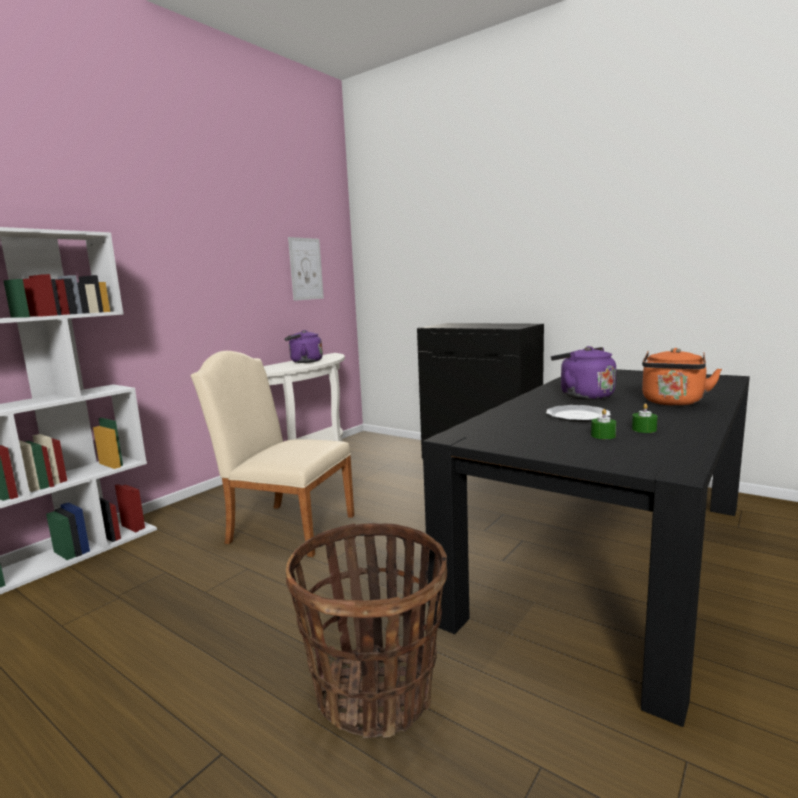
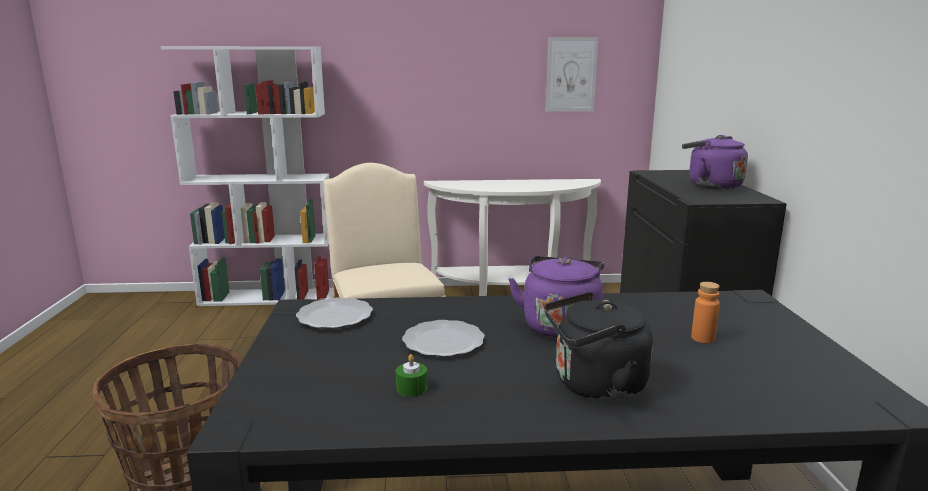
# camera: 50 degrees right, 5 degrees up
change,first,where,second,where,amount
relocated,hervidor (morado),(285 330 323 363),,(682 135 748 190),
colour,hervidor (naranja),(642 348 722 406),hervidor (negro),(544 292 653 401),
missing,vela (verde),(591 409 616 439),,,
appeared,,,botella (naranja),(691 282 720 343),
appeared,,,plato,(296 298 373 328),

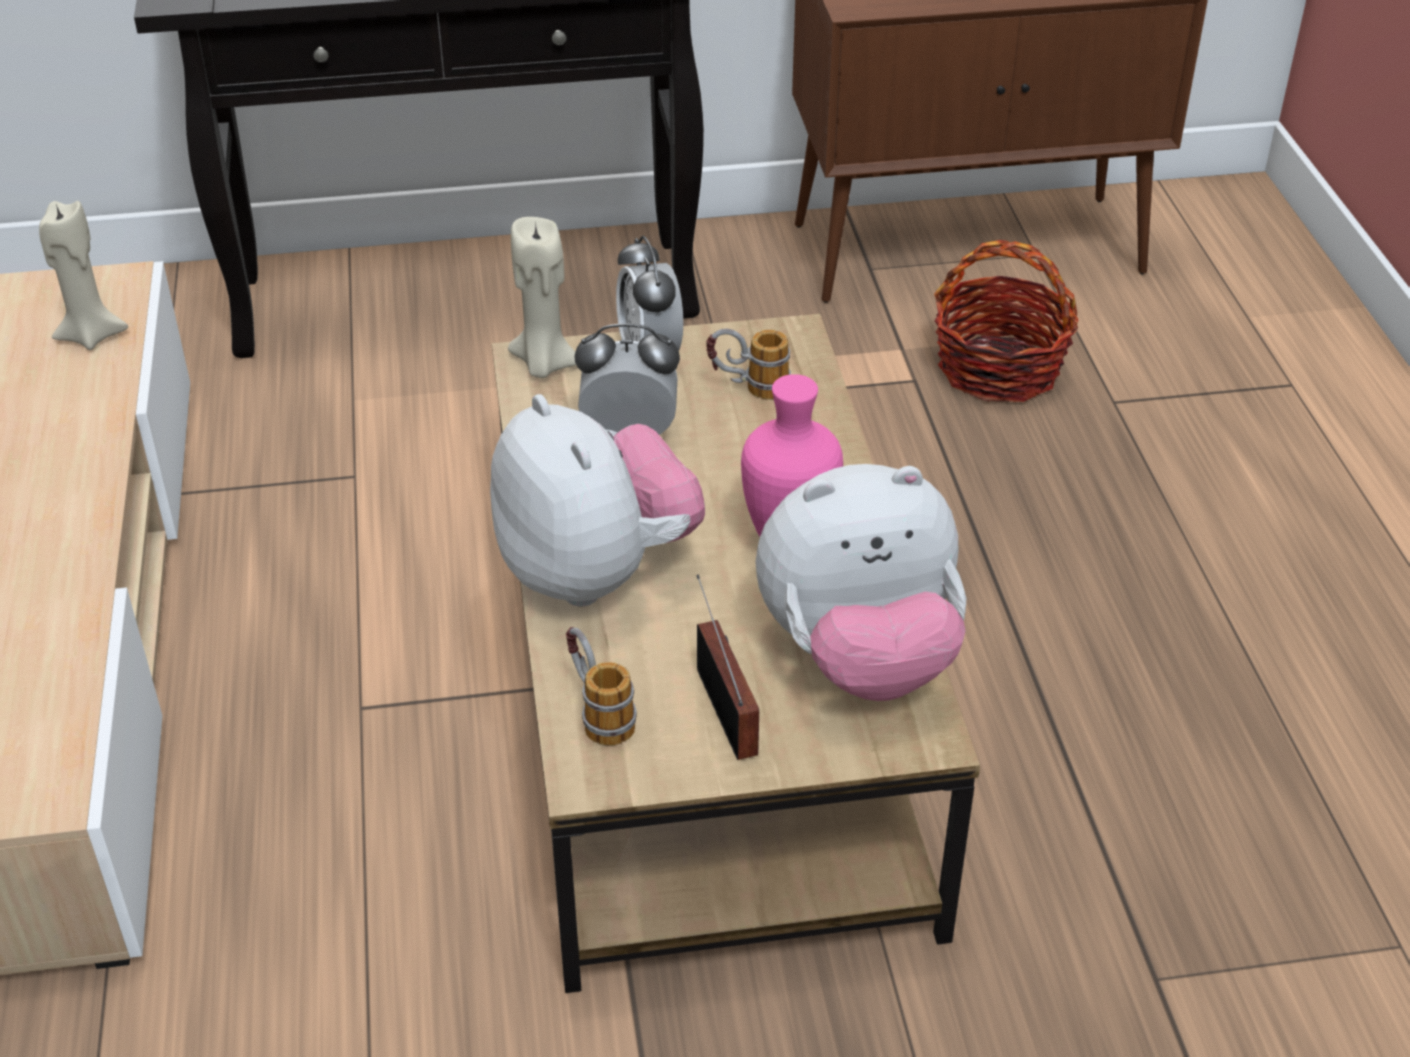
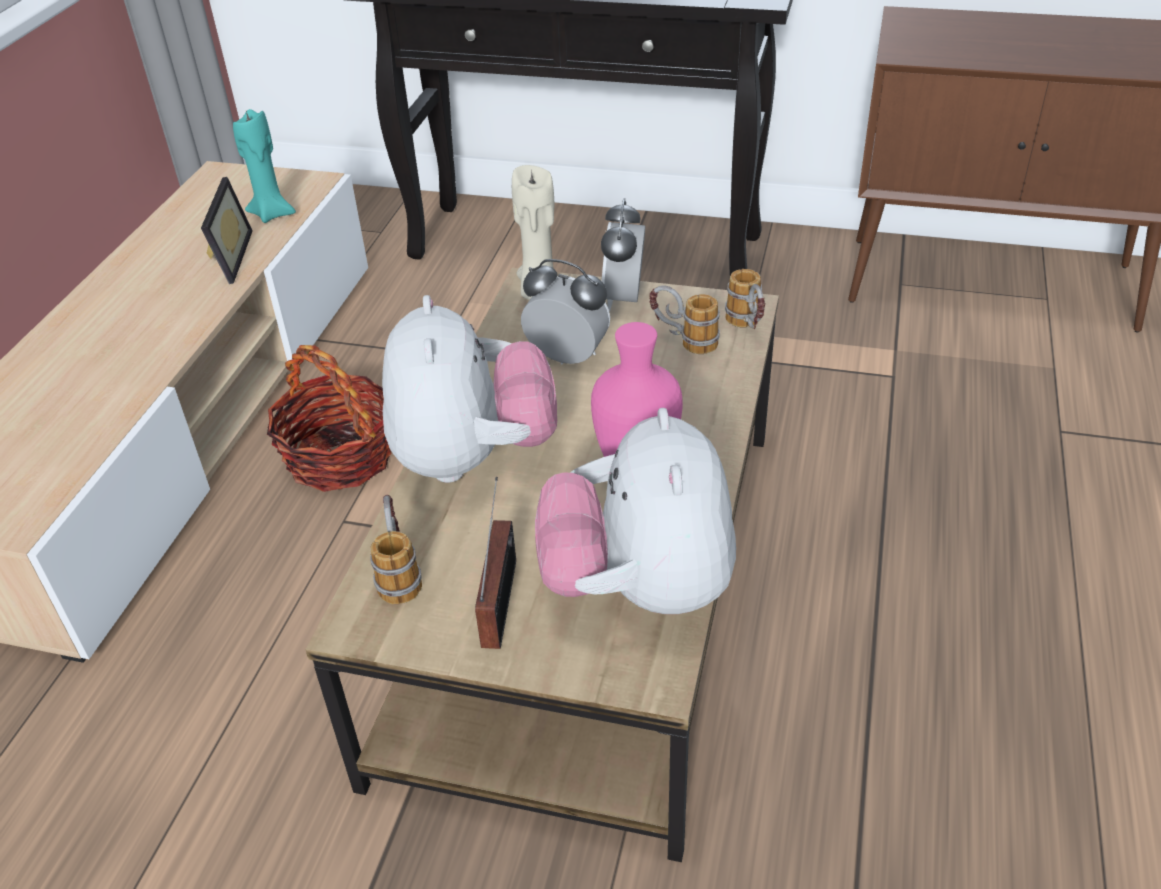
# camera: 25 degrees right, 0 degrees up
change,first,where,second,where,amount
colour,vela (beis),(39 201 128 350),vela (turquesa),(233 109 296 223),
relocated,cesta,(934 240 1078 402),,(267 345 392 492),
spun,peluche,(756 464 966 701),,(535 408 736 614),75 degrees clockwise
appeared,,,portarretratos,(201 177 253 284),
appeared,,,taza grande,(725 269 765 329),

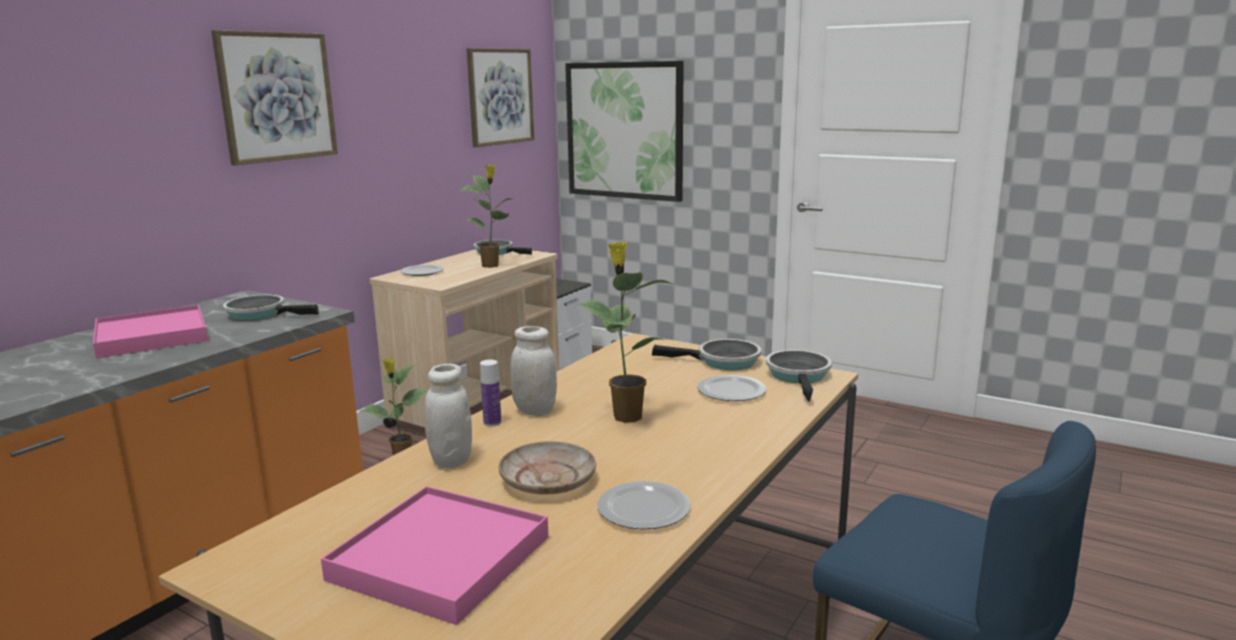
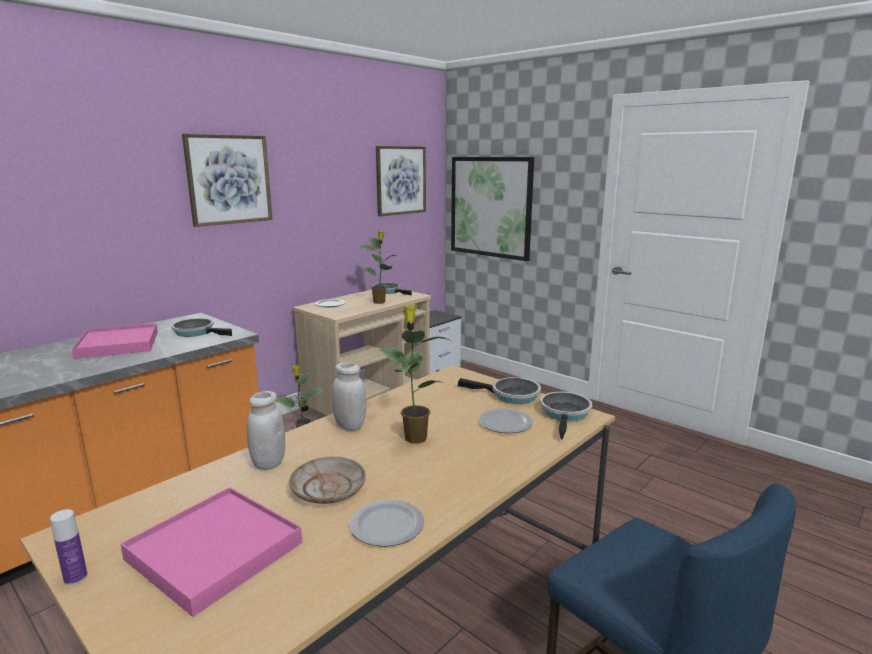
# camera: 10 degrees right, 0 degrees up
change,first,where,second,where,amount
relocated,botella,(480 360 501 427),,(50 509 88 586),

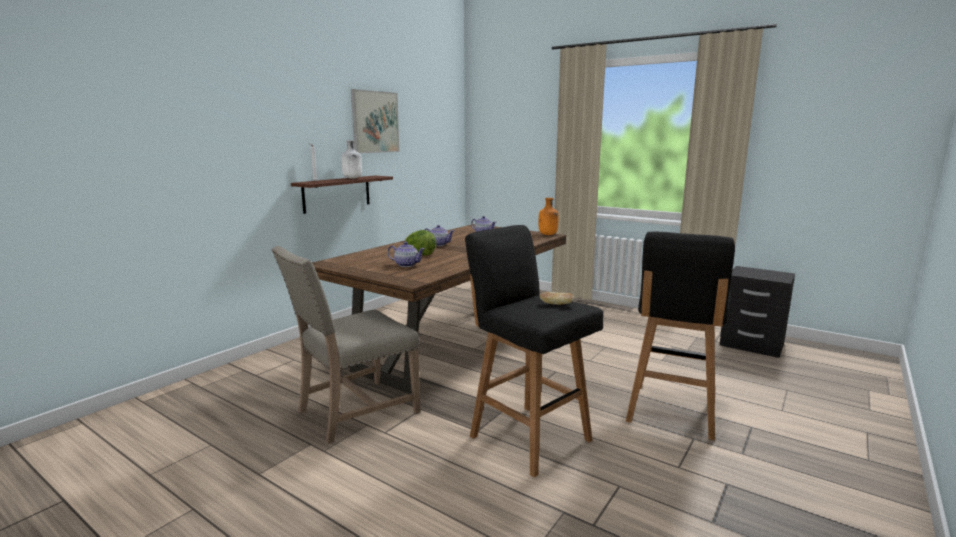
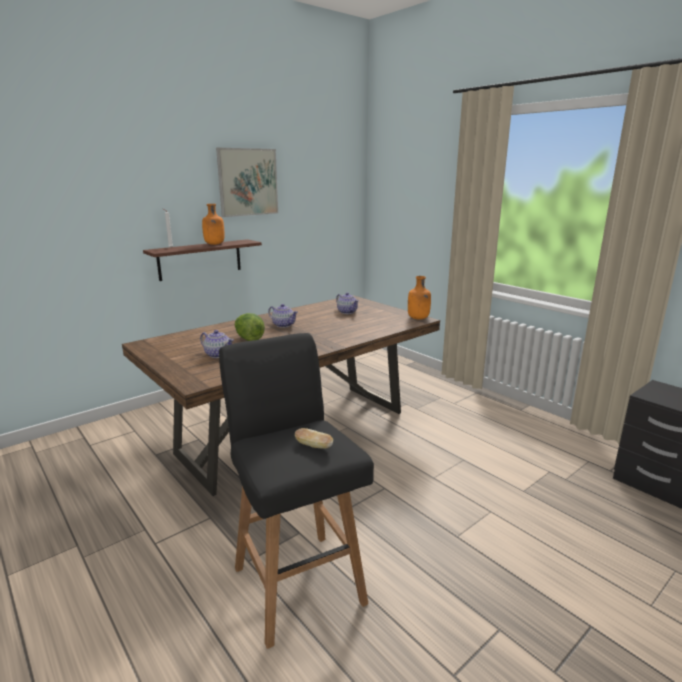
# camera: 15 degrees right, 5 degrees up
change,first,where,second,where,amount
colour,botella (blanco),(341 140 362 179),botella (naranja),(202 204 225 245),
missing,taburete (negro),(626 232 735 440),,,
missing,silla (beis),(271 246 421 444),,,

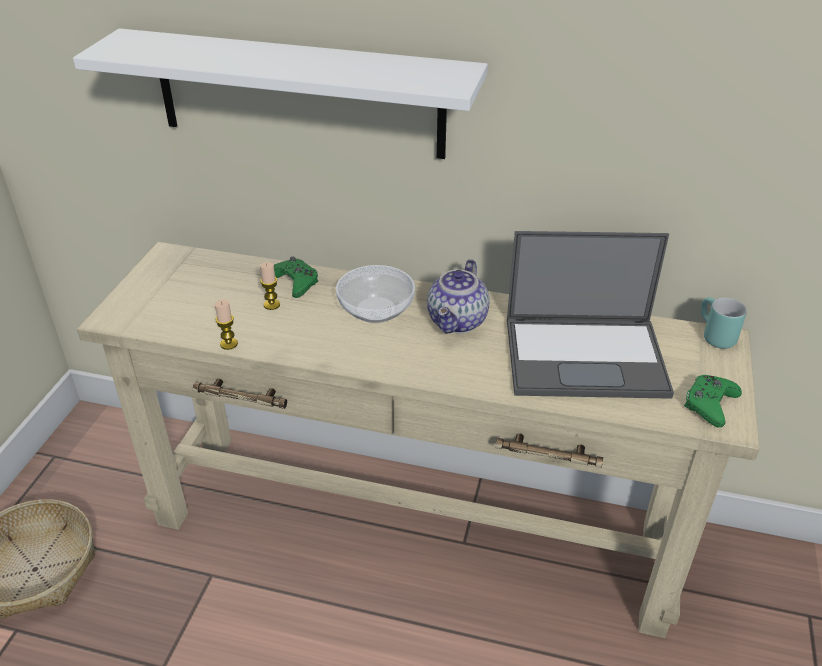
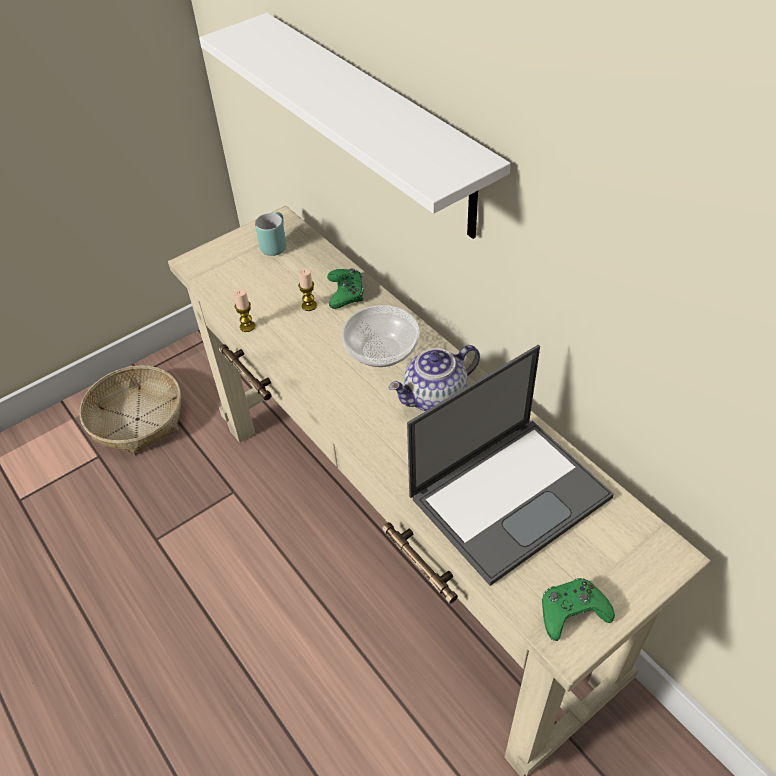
# camera: 40 degrees right, 10 degrees up
change,first,where,second,where,amount
spun,portátil,(507 231 674 399),,(407 345 614 586),75 degrees counterclockwise
relocated,taza grande (turquesa),(701 297 747 349),,(255 212 286 256),

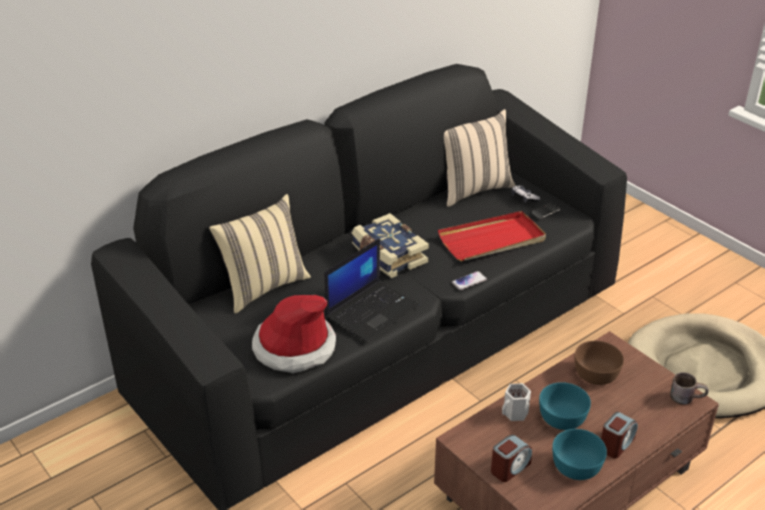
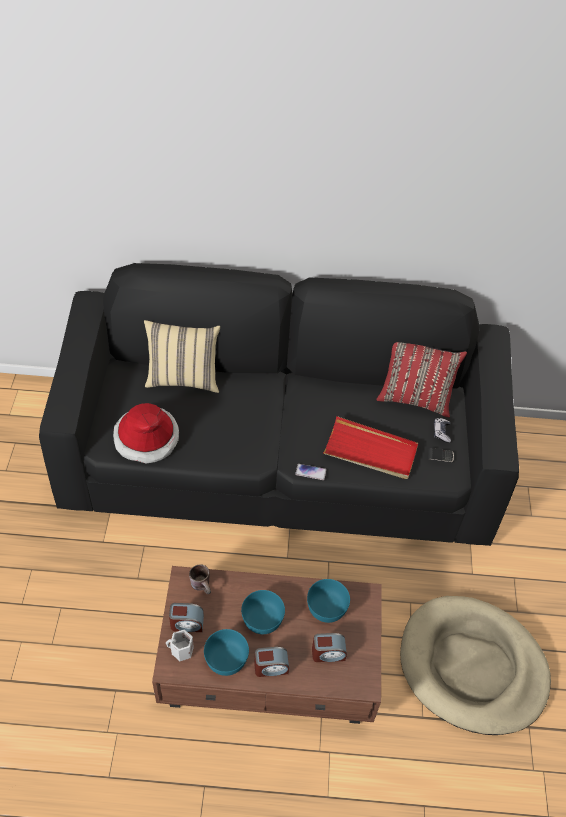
# camera: 40 degrees right, 15 degrees up
change,first,where,second,where,amount
colour,cojín (beis),(444 109 515 207),cojín (rojo),(376 342 467 417),
missing,libro,(352 213 429 278),,,
missing,portátil,(325 238 420 342),,,
colour,cuenco (marrón),(575 341 624 385),cuenco (turquesa),(307 579 350 623),
relocated,taza grande (marrón),(670 372 709 405),,(189 564 211 594),
relocated,taza grande (blanco),(502 383 531 421),,(166 630 194 661),
appeared,,,despertador,(312 633 347 662),

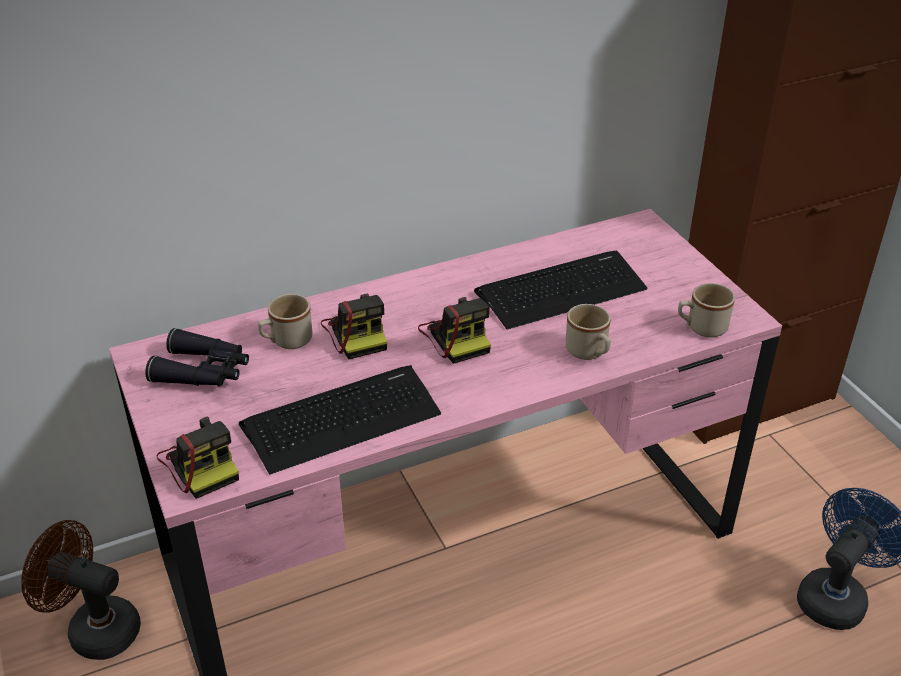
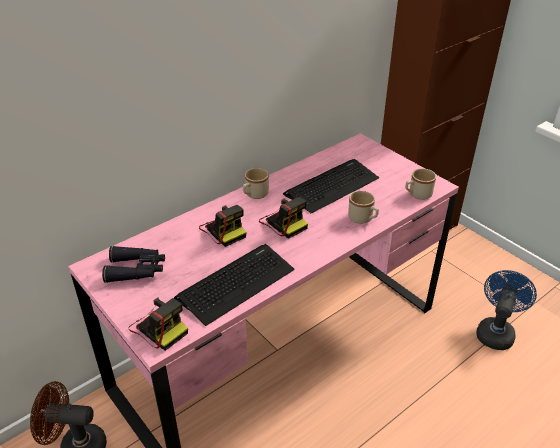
# camera: 15 degrees left, 0 degrees up
change,first,where,second,where,amount
relocated,taza grande (beis),(258 294 312 349),,(243 168 269 199),

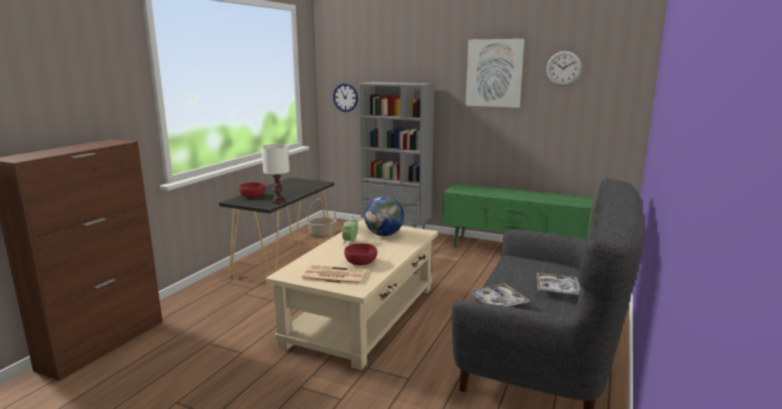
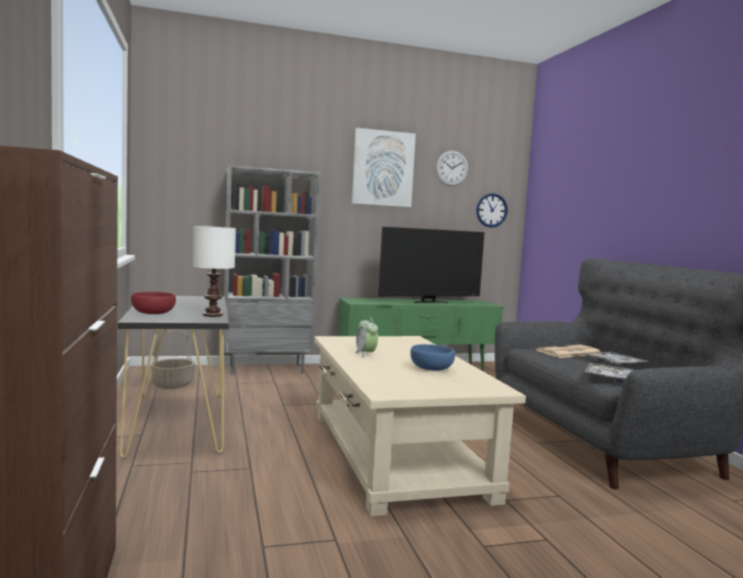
# camera: 40 degrees left, 10 degrees down
change,first,where,second,where,amount
relocated,reloj de pared,(333 83 358 112),,(476 193 508 228),
missing,globo terráqueo,(364 196 404 236),,,
colour,cuenco (rojo),(344 243 377 265),cuenco (azul),(410 344 455 371),
relocated,periódico,(301 265 367 285),,(536 345 601 358),
appeared,,,televisor,(378 227 484 303),

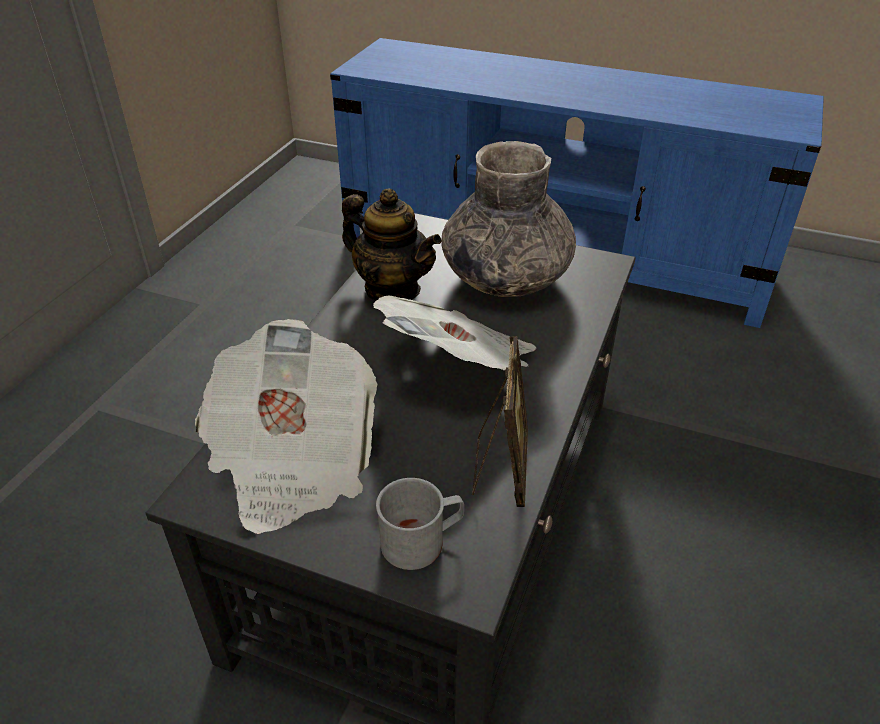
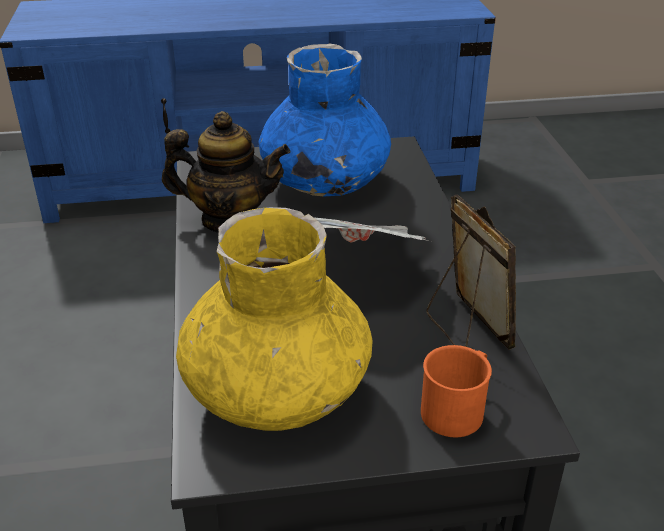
# camera: 30 degrees left, 5 degrees down
change,first,where,second,where,amount
colour,florero (gris),(442 141 576 297),florero (azul),(259 43 391 196),
exchanged,periódico,(195 319 377 534),florero (amarillo),(176 207 373 431),
colour,taza grande (gris),(376 478 464 570),taza grande (naranja),(421 345 492 437),

